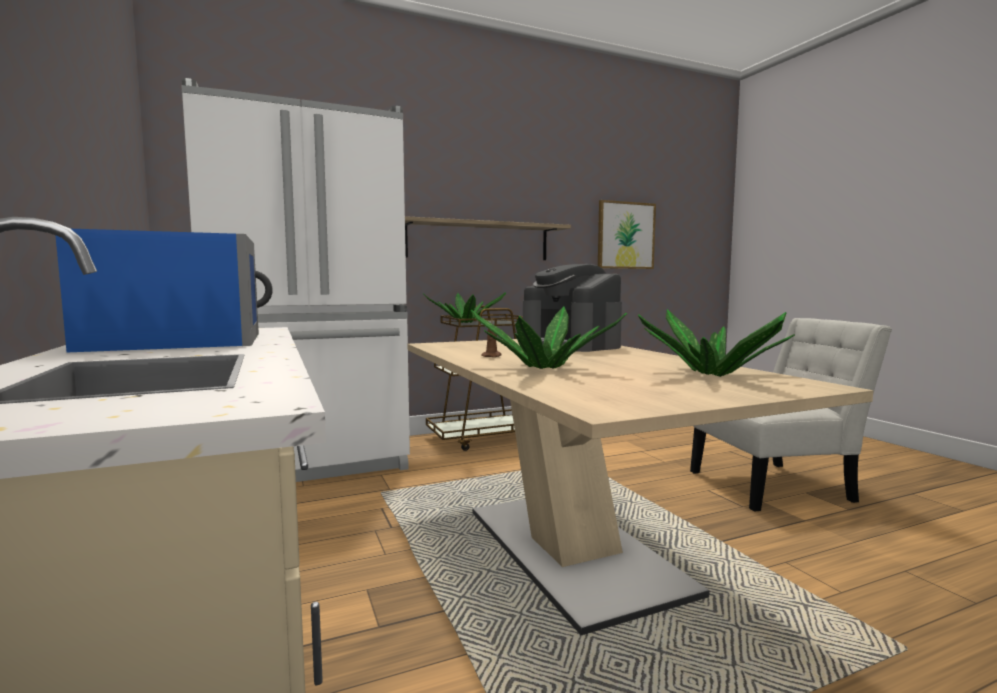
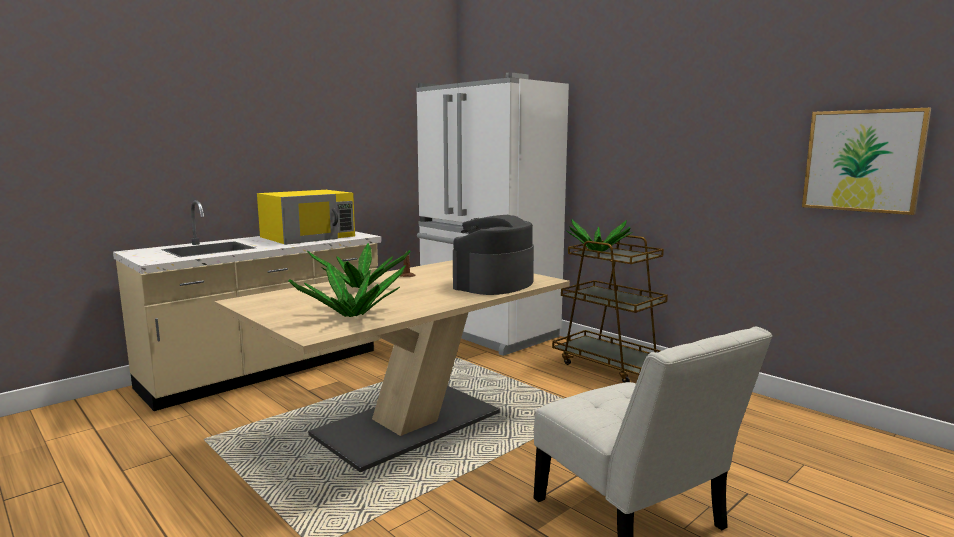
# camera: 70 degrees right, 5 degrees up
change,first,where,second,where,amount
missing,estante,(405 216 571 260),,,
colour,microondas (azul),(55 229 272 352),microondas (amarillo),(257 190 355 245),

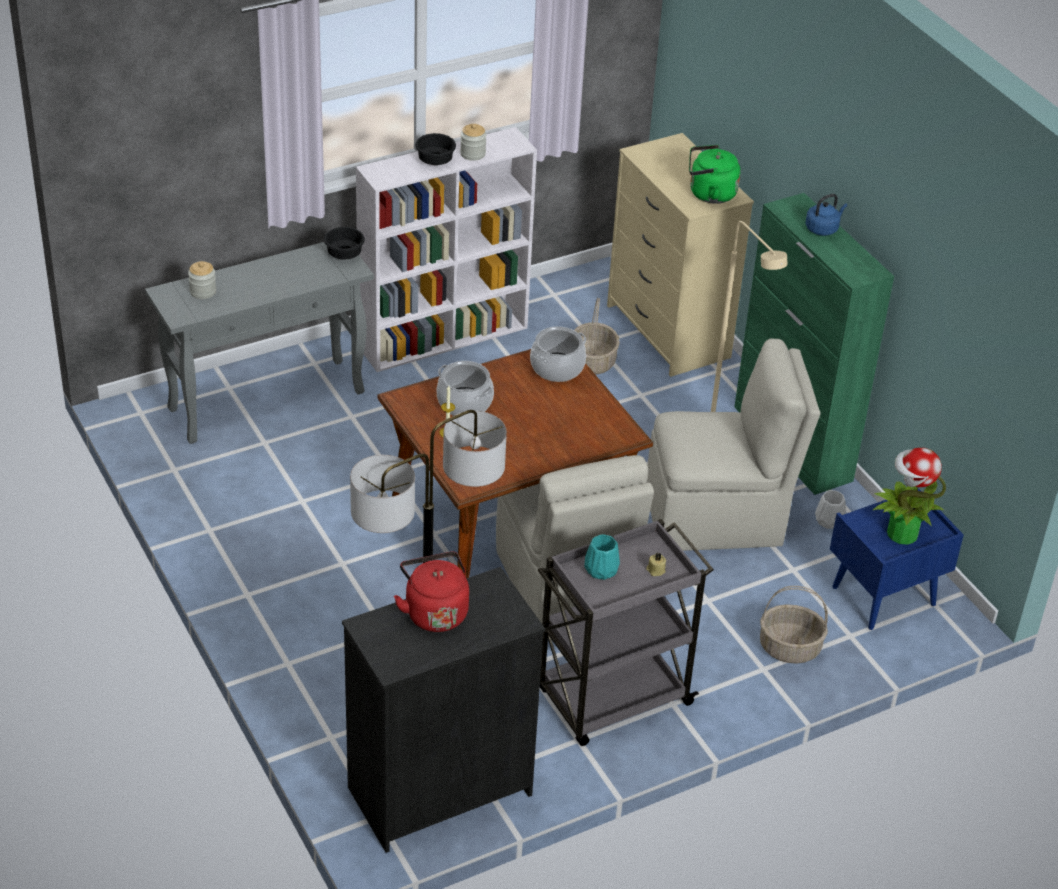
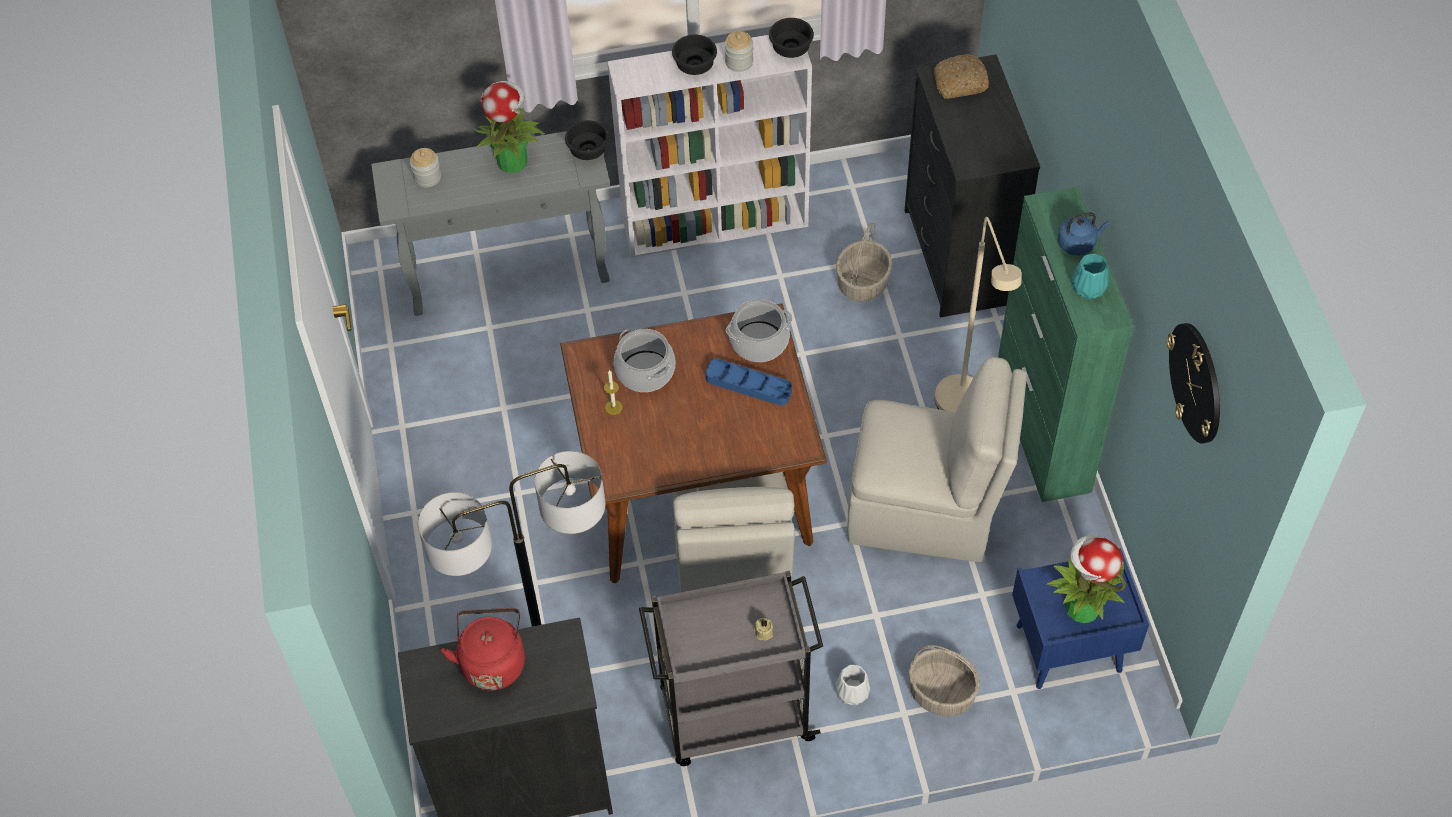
# camera: 20 degrees right, 15 degrees up
change,first,where,second,where,amount
colour,cómoda (beis),(607 133 754 377),cómoda (negro),(905 54 1040 318),
missing,hervidor (verde),(689 145 741 204),,,
relocated,florero (blanco),(815 490 846 529),,(836 665 870 705),
relocated,florero (turquesa),(584 535 620 580),,(1071 254 1109 299),
appeared,,,cuenco (negro),(769 18 814 58),
appeared,,,pan,(934 54 989 99),
appeared,,,planta en maceta,(473 81 545 173),
appeared,,,reloj de pared,(1167 323 1220 444),
appeared,,,bandeja (azul),(706 358 792 406),

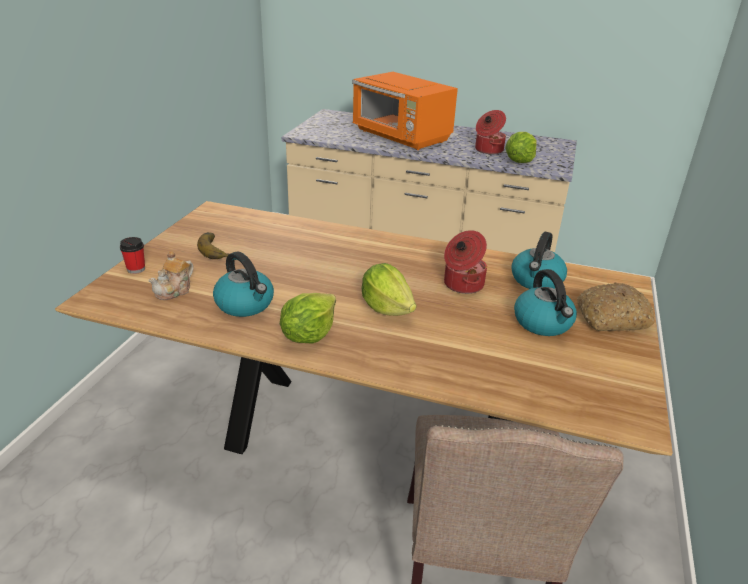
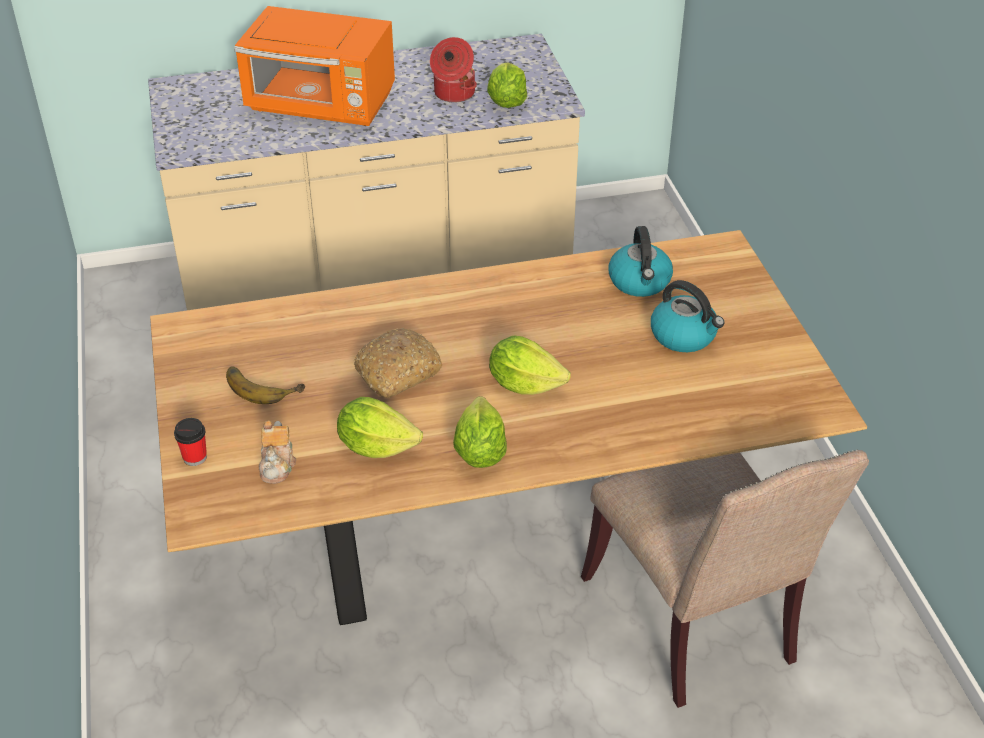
# camera: 30 degrees left, 10 degrees up
change,first,where,second,where,amount
missing,olla,(444 230 488 294),,,
exchanged,hervidor,(213 252 274 317),lechuga,(337 397 423 458),
relocated,pan,(577 283 655 331),,(353 328 442 398),

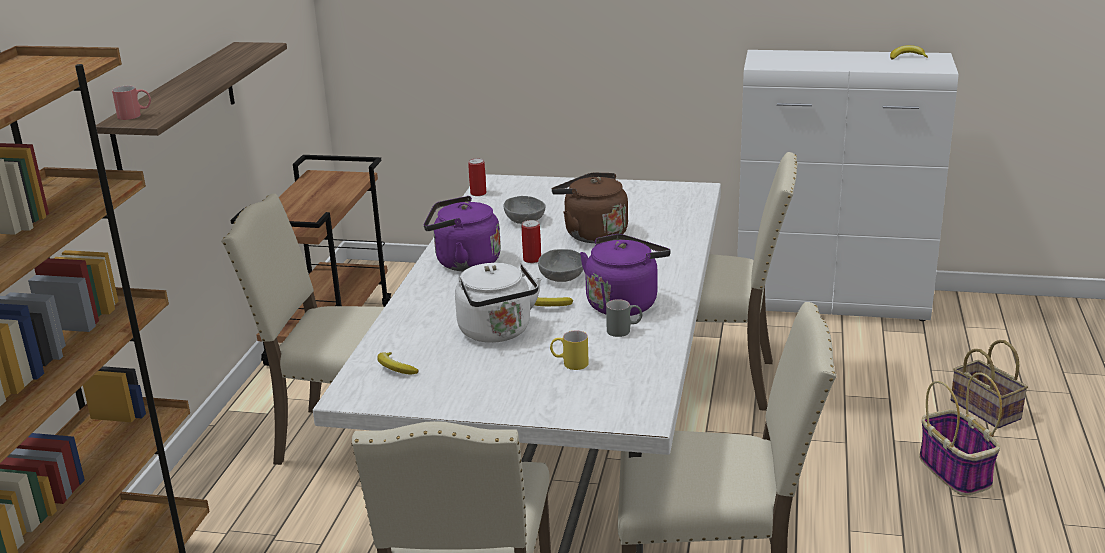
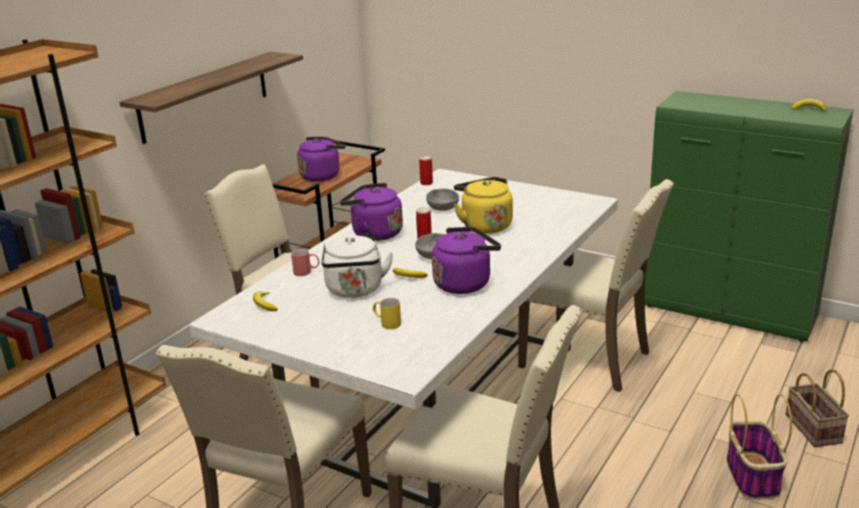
# camera: 20 degrees right, 0 degrees up
change,first,where,second,where,amount
colour,armario (blanco),(737 50 958 321),armario (verde),(645 91 854 342),
relocated,taza grande (rojo),(112 86 151 120),,(291 249 319 276),
colour,hervidor (marrón),(552 172 628 243),hervidor (amarillo),(454 177 513 234),
missing,taza grande (gris),(606 299 642 337),,,
appeared,,,hervidor (morado),(297 137 346 182),

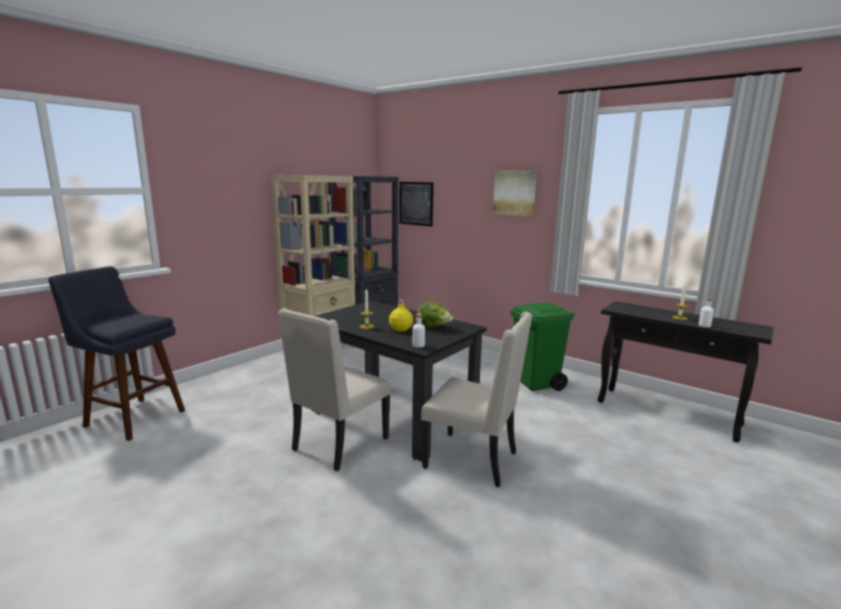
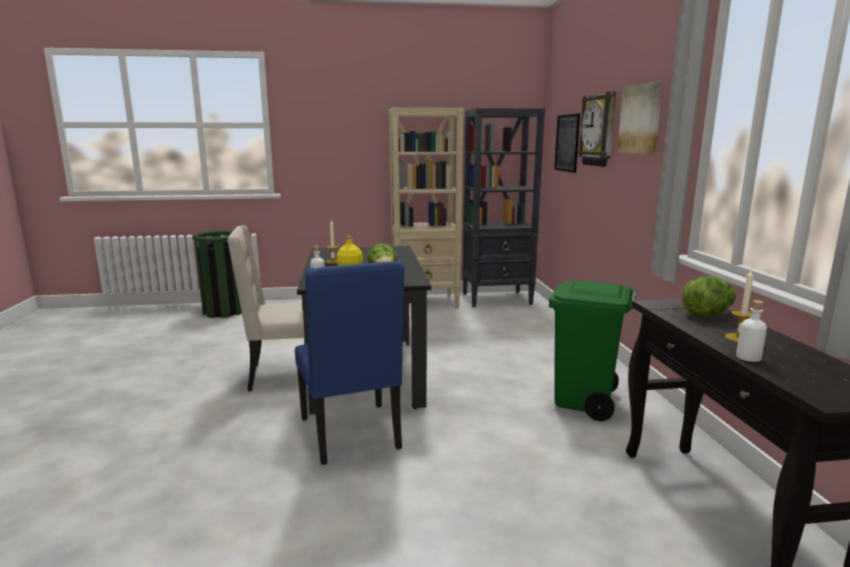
# camera: 45 degrees right, 0 degrees up
change,first,where,second,where,amount
exchanged,taburete (azul),(48 266 185 441),papelera (verde),(192 230 242 318),
colour,silla (beis),(421 312 532 487),silla (azul),(295 261 405 465),
appeared,,,reloj de pared,(578 92 616 167),
appeared,,,lechuga,(682 276 736 318),

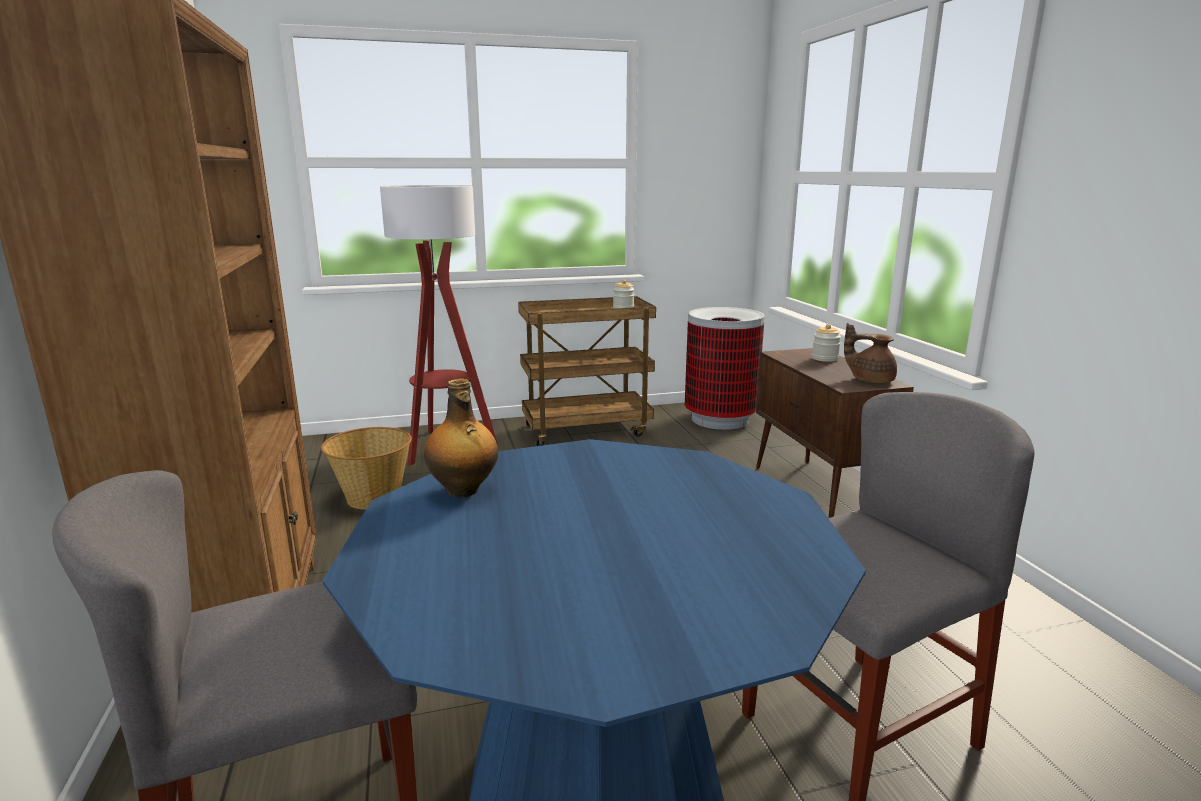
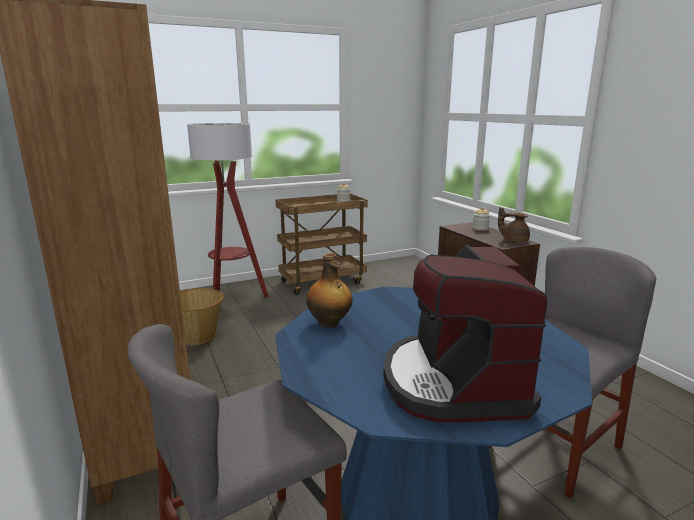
# camera: 10 degrees left, 0 degrees up
change,first,where,second,where,amount
missing,papelera,(685 307 765 430),,,
appeared,,,cafetera,(383 245 548 423),

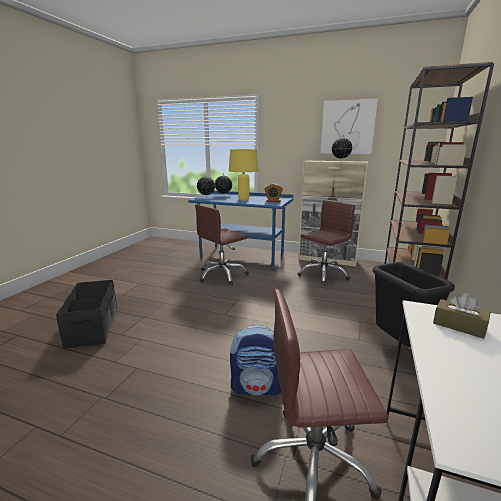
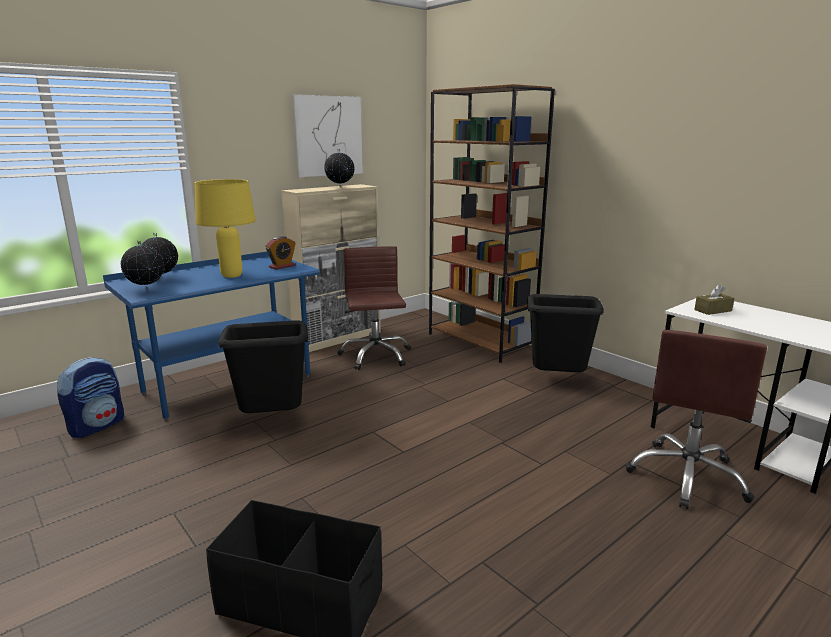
# camera: 60 degrees left, 0 degrees up
change,first,where,second,where,amount
exchanged,silla de oficina (marrón),(195 204 249 285),papelera (negro),(219 320 308 413),
relocated,mochila,(230 325 281 396),,(57 357 124 438),

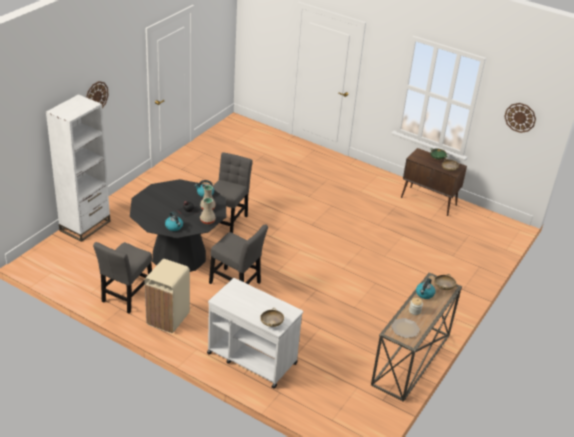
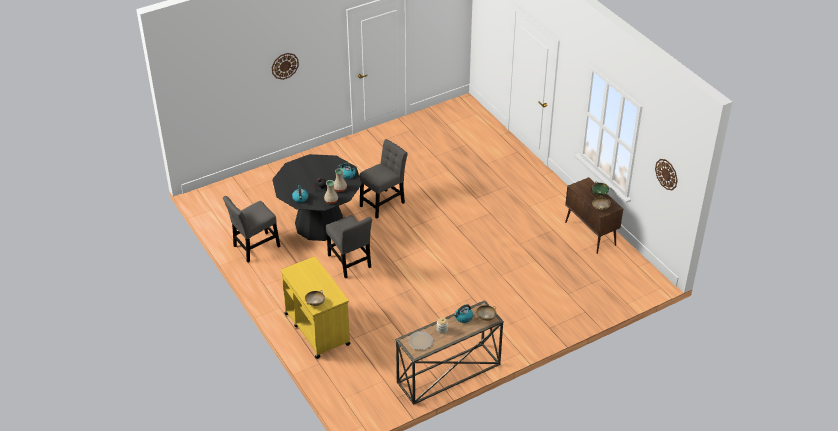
# camera: 30 degrees right, 5 degrees up
change,first,where,second,where,amount
missing,estantería (blanco),(46 94 110 242),,,
missing,papelera (beis),(145 259 190 333),,,
colour,carrito (blanco),(207 278 303 389),carrito (amarillo),(281 256 350 359),

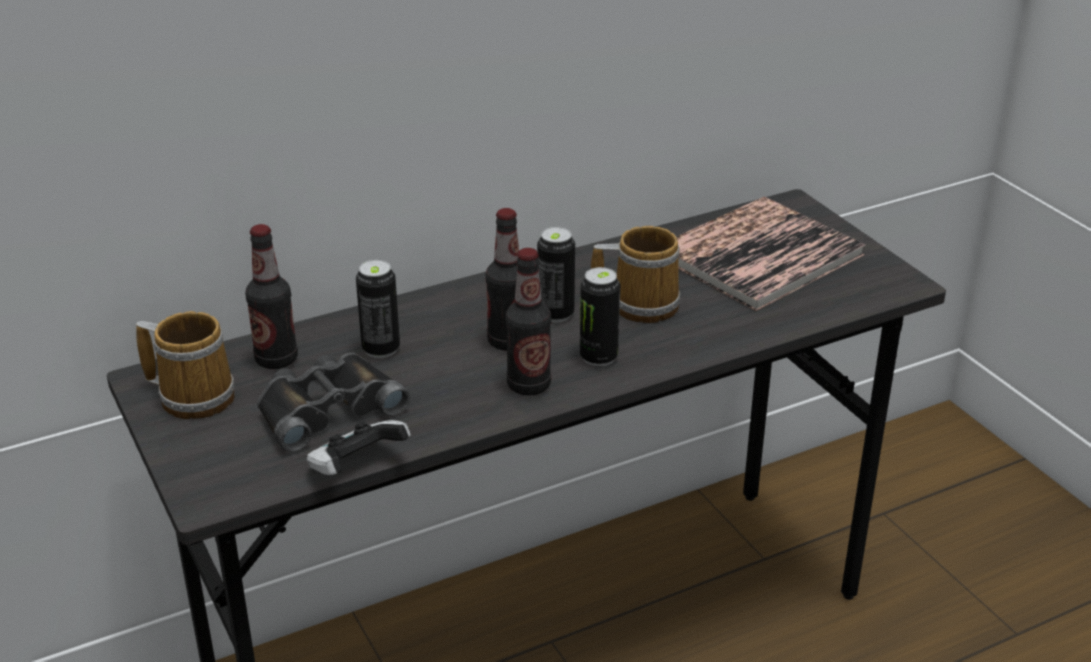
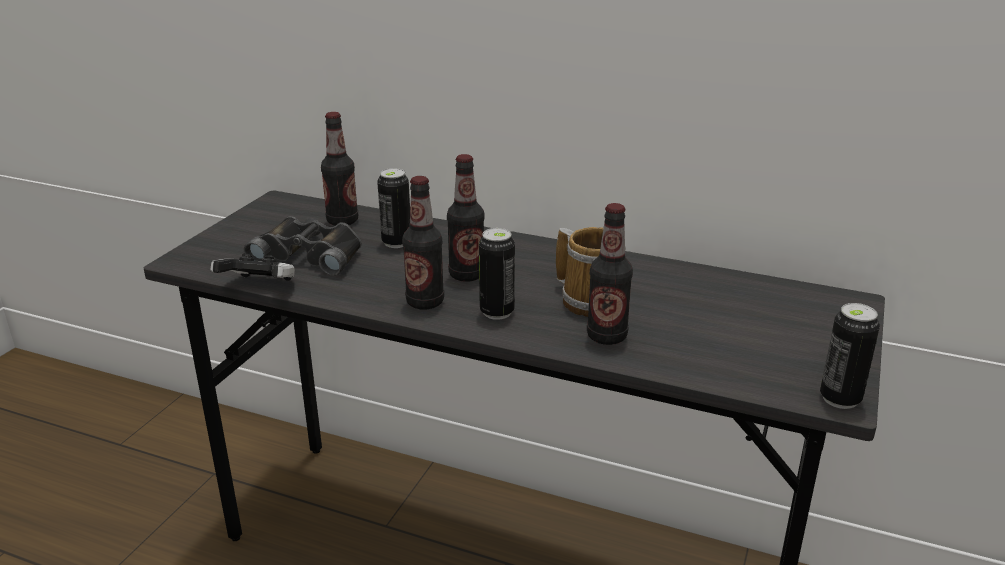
# camera: 50 degrees right, 5 degrees down
change,first,where,second,where,amount
missing,libro,(676 197 866 311),,,
relocated,lata,(537 227 575 323),,(820 303 880 409),
missing,taza grande,(136 311 235 419),,,
appeared,,,botella,(587 203 633 345),

